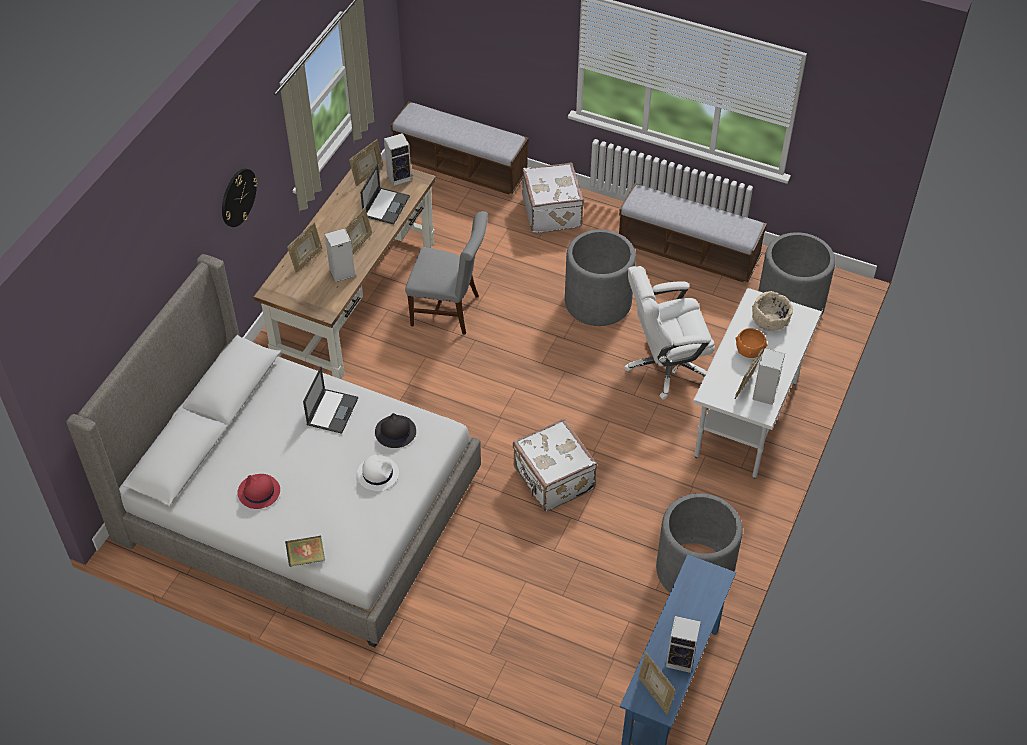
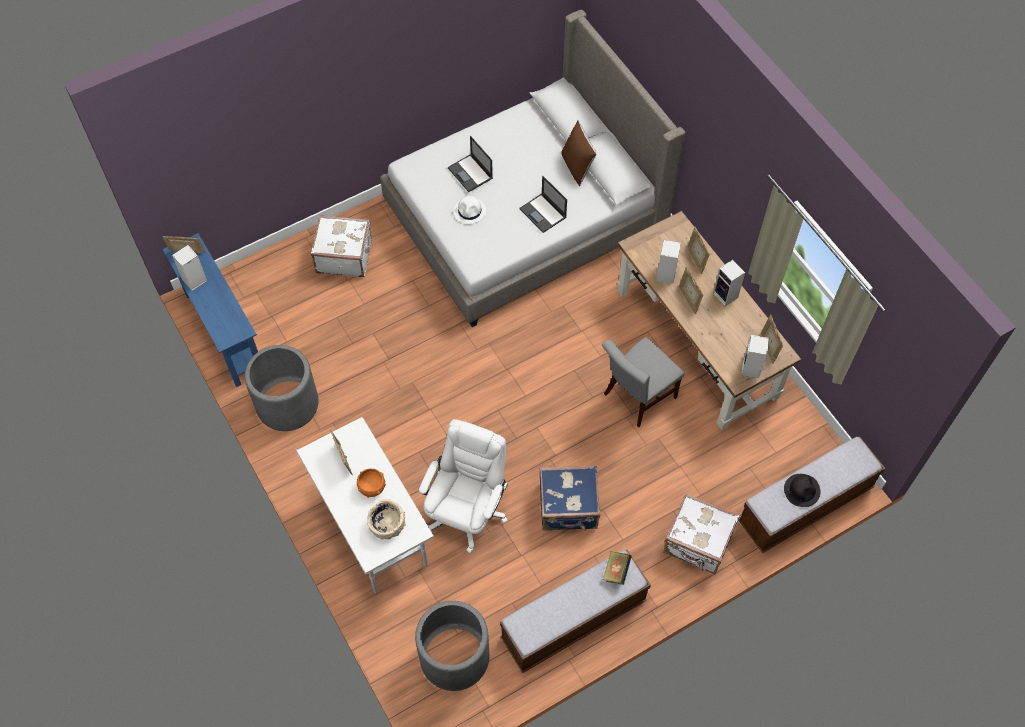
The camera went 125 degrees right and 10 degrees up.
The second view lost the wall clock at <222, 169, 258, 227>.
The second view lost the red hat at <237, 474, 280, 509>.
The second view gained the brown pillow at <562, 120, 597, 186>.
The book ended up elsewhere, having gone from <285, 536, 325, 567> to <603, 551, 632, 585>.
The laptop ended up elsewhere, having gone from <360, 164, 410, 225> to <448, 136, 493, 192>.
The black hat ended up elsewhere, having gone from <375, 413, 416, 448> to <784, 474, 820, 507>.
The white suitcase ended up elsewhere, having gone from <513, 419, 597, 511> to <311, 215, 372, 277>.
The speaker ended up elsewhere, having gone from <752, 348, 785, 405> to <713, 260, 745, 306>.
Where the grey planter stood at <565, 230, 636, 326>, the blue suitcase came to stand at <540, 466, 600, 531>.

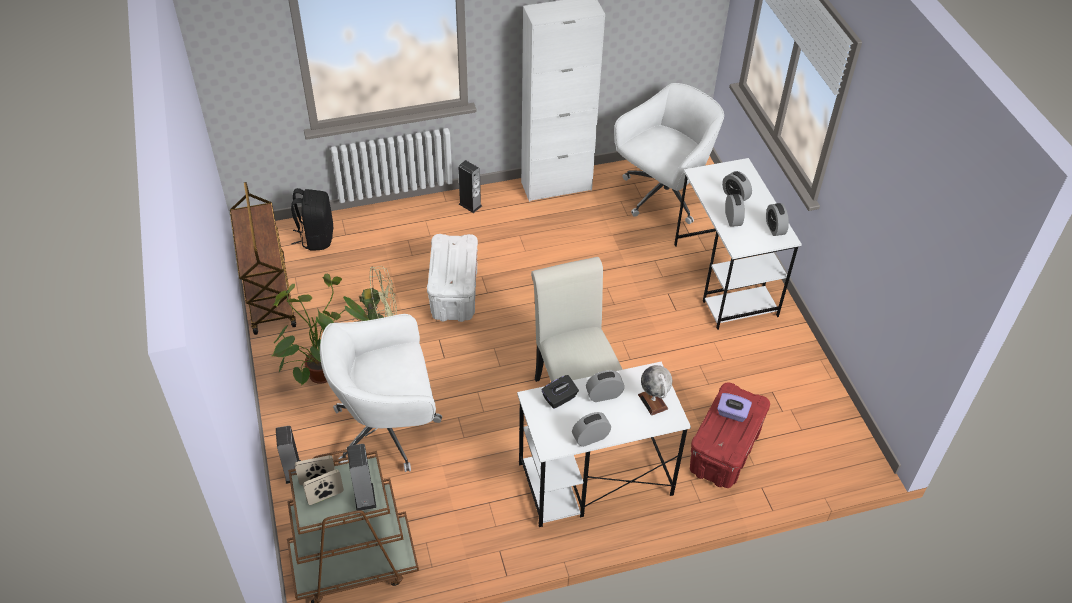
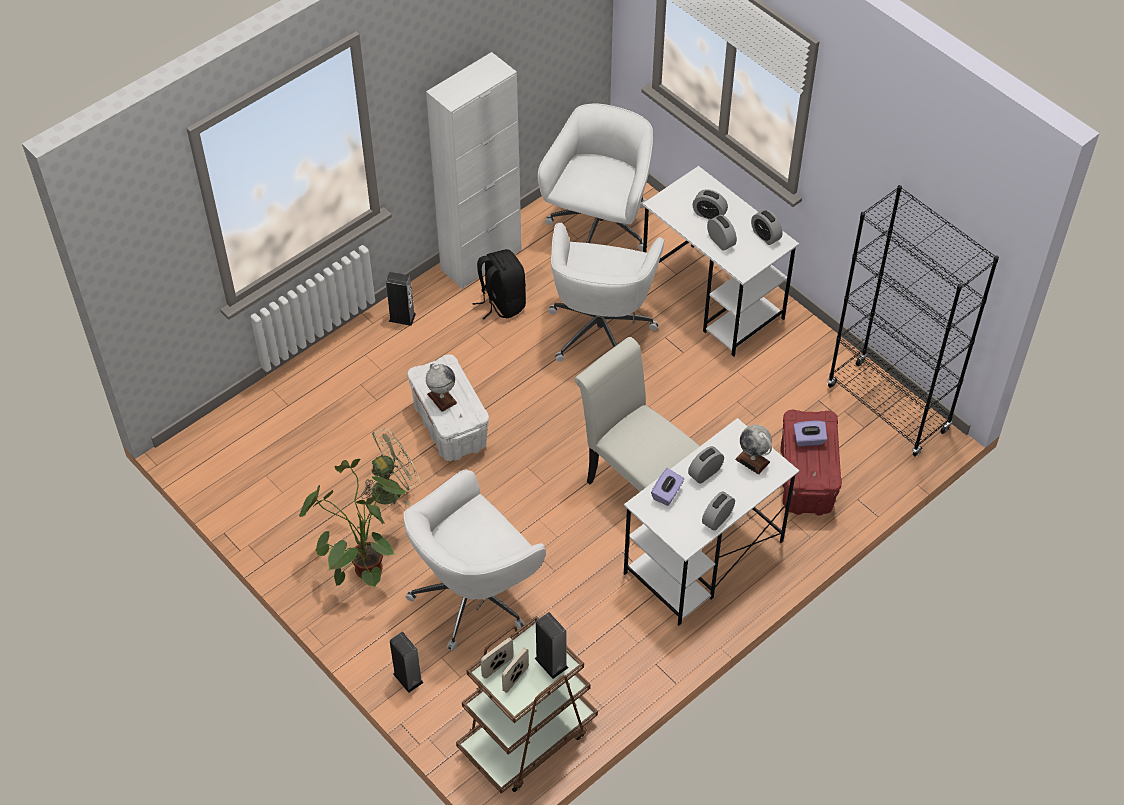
The camera went 25 degrees left and 5 degrees up.
The second view lost the brown cart at <230, 182, 296, 335>.
The second view gained the globe at <426, 363, 457, 412>.
The second view gained the white office chair at <548, 223, 664, 362>.
The second view gained the black bookcase at <827, 185, 999, 457>.
The black backpack ended up elsewhere, having gone from <291, 188, 334, 251> to <473, 249, 526, 320>.
What was the black tissue box at <542, 375, 579, 409> turned into the purple tissue box at <651, 468, 684, 506>.

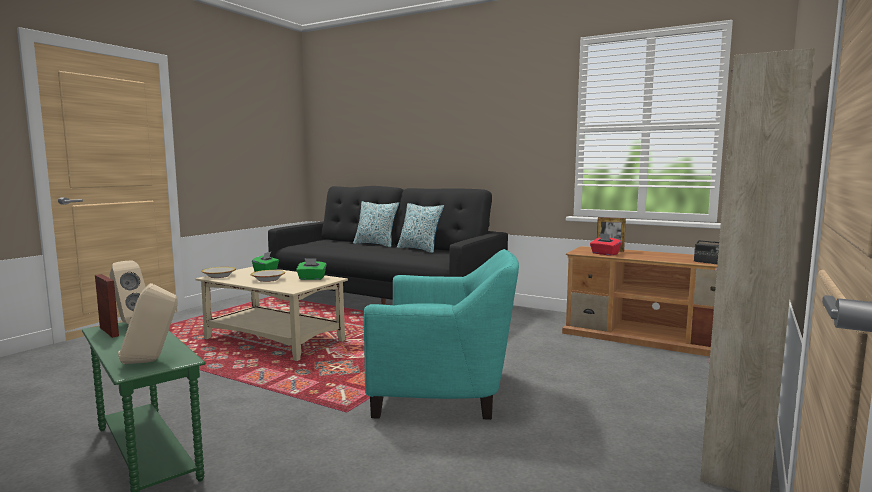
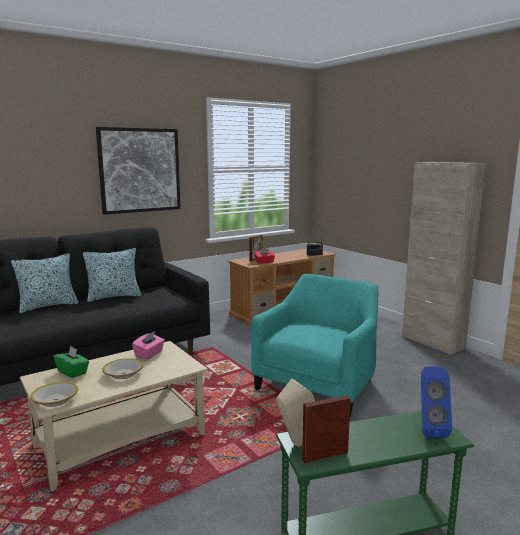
The camera went 65 degrees left and 5 degrees up.
The second view gained the picture at <96, 127, 181, 215>.
What was the beige speaker at <118, 283, 178, 364> turned into the blue speaker at <421, 366, 452, 438>.
What was the green tissue box at <296, 258, 327, 280> turned into the pink tissue box at <132, 331, 165, 360>.

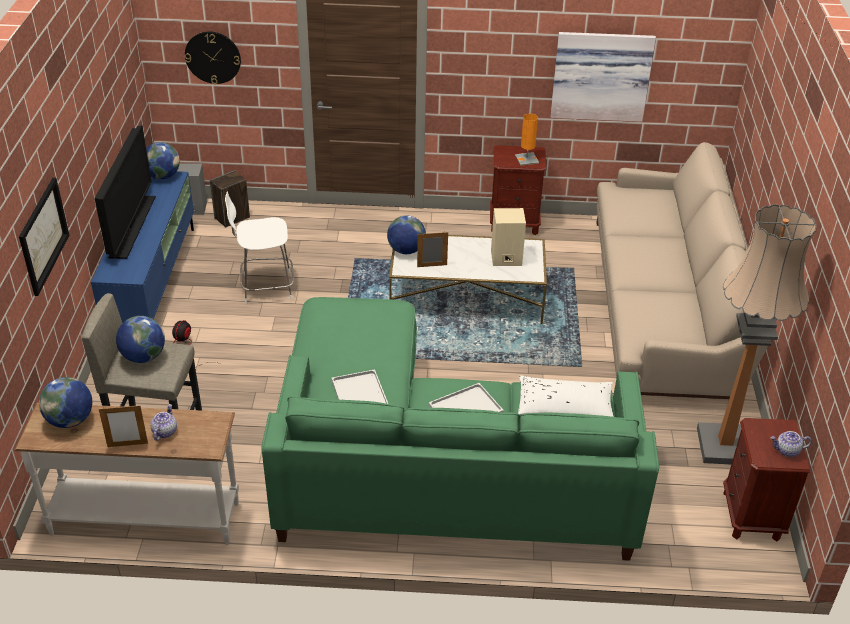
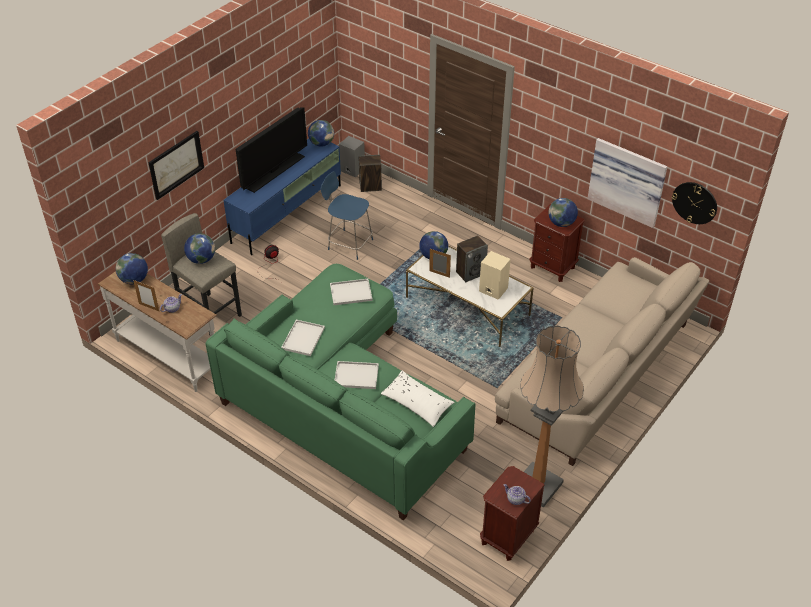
The camera went 35 degrees right and 5 degrees up.
The second view gained the white tray at <330, 279, 373, 305>.
The second view gained the speaker at <456, 235, 488, 282>.
The wall clock ended up elsewhere, having gone from <185, 32, 241, 84> to <672, 182, 717, 224>.
Where the orange table lamp stood at <515, 113, 539, 166>, the globe came to stand at <548, 198, 578, 227>.
What was the white stool at <225, 191, 294, 304> turned into the blue stool at <321, 171, 373, 260>.

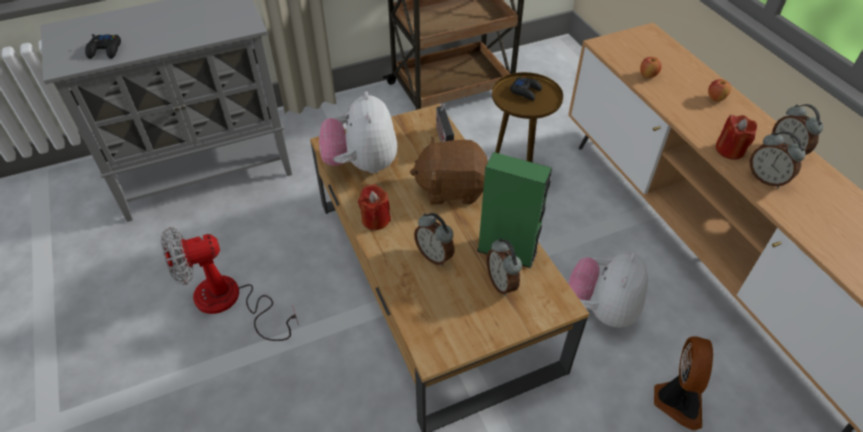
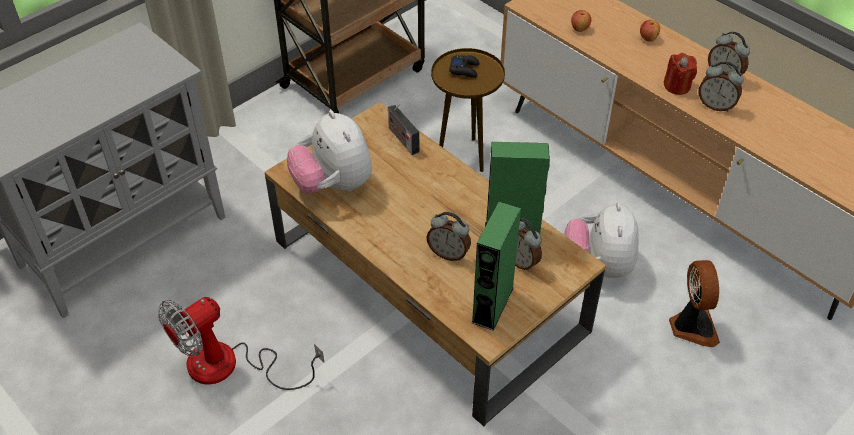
The camera went 20 degrees left and 0 degrees up.
The second view lost the black game controller at <85, 34, 121, 59>.
The second view lost the red candle at <358, 184, 391, 230>.
The second view lost the brown plush toy at <410, 136, 488, 205>.
The second view gained the green speaker at <472, 202, 521, 331>.

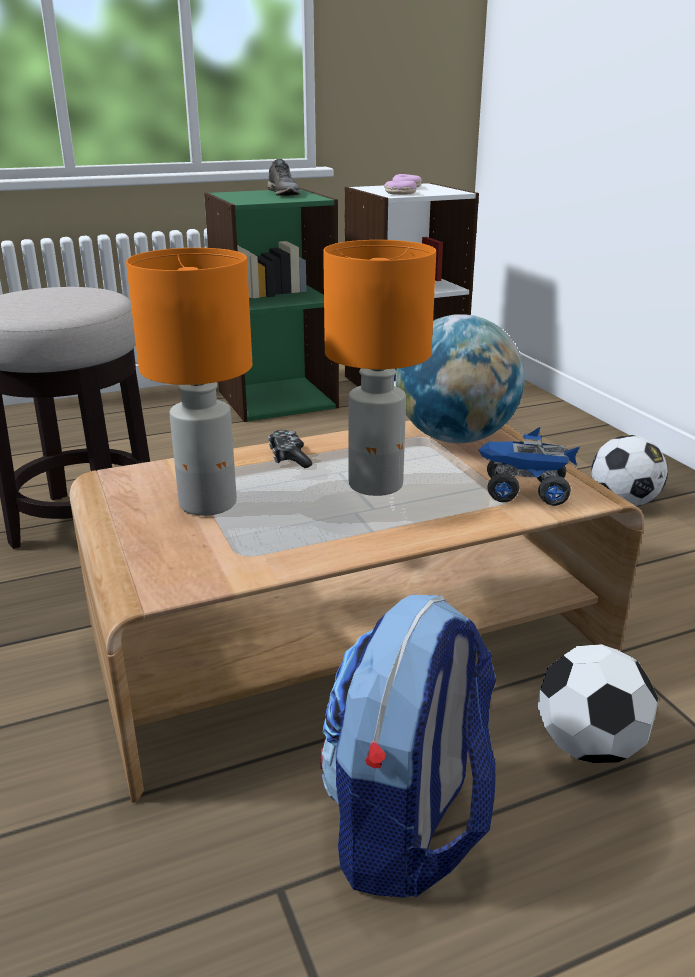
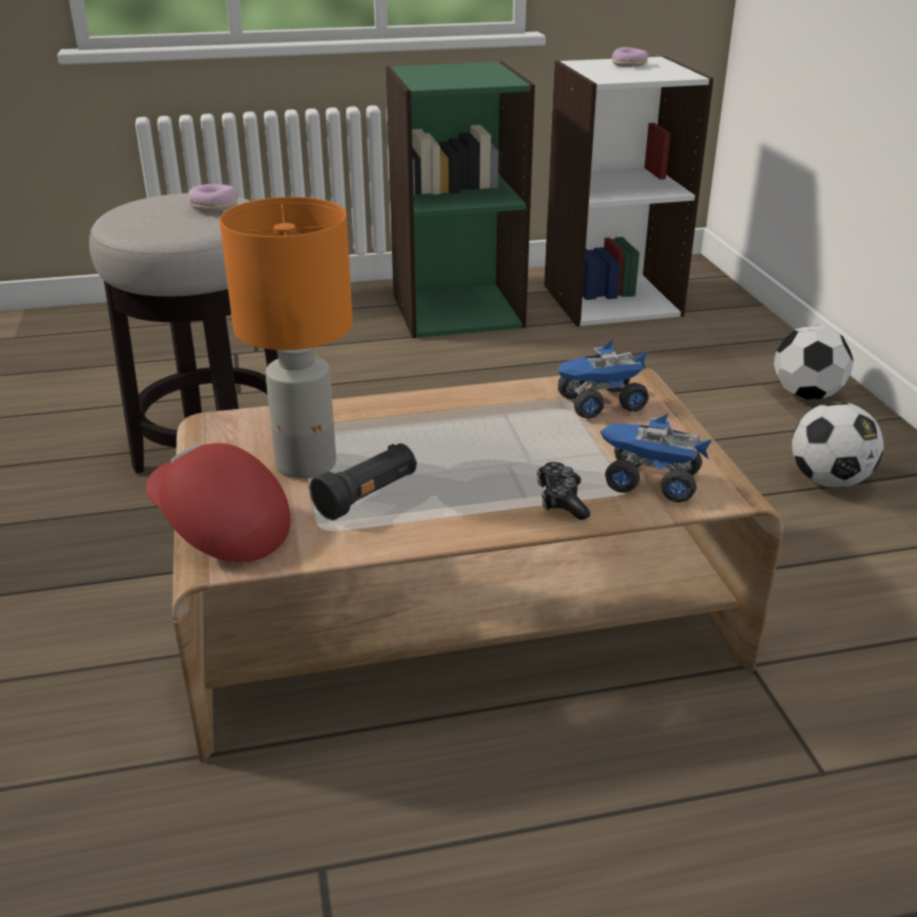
The camera went 10 degrees right and 5 degrees up.
The second view lost the grey shoe at <267, 159, 300, 196>.
The second view lost the backpack at <321, 595, 496, 898>.
The second view lost the orange table lamp at <323, 240, 436, 496>.
The second view gained the red cap at <146, 443, 291, 562>.
The second view gained the black flashlight at <310, 443, 417, 520>.
The game controller ended up elsewhere, having gone from <268, 430, 312, 468> to <537, 462, 590, 520>.
The donut ended up elsewhere, having gone from <384, 181, 417, 195> to <188, 184, 239, 211>.
The football ended up elsewhere, having gone from <538, 644, 659, 763> to <774, 325, 854, 400>.
Where the globe stood at <396, 314, 525, 443>, the toy truck came to stand at <558, 339, 649, 419>.

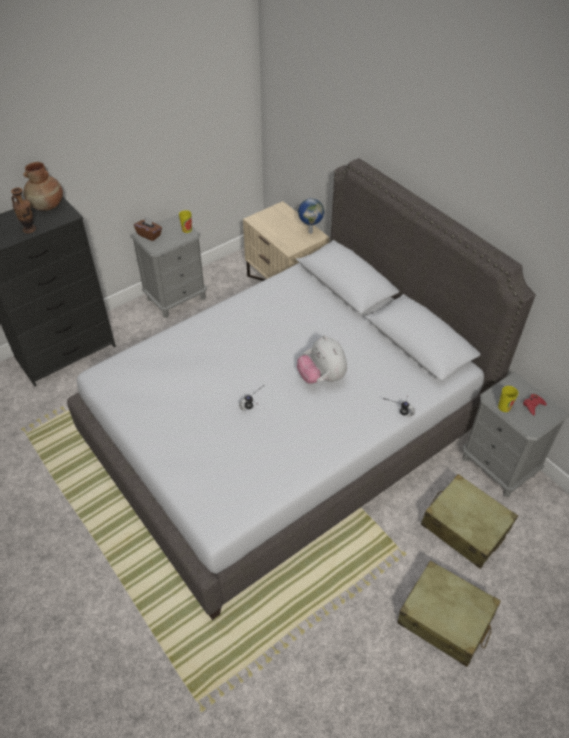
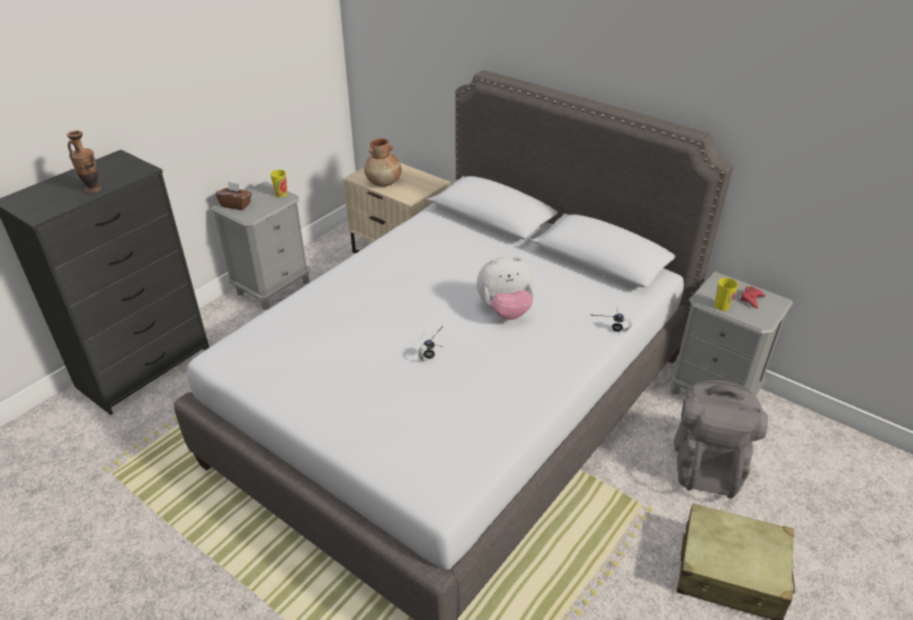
The camera went 15 degrees left and 10 degrees down.
The second view lost the globe at <298, 198, 324, 234>.
The brown vase ended up elsewhere, having gone from <23, 162, 63, 211> to <364, 138, 401, 187>.
Where the beige suitcase stood at <421, 474, 518, 569>, the grey backpack came to stand at <674, 380, 768, 499>.
The plush toy at <297, 336, 347, 384> ended up facing another way, 60 degrees counterclockwise from before.

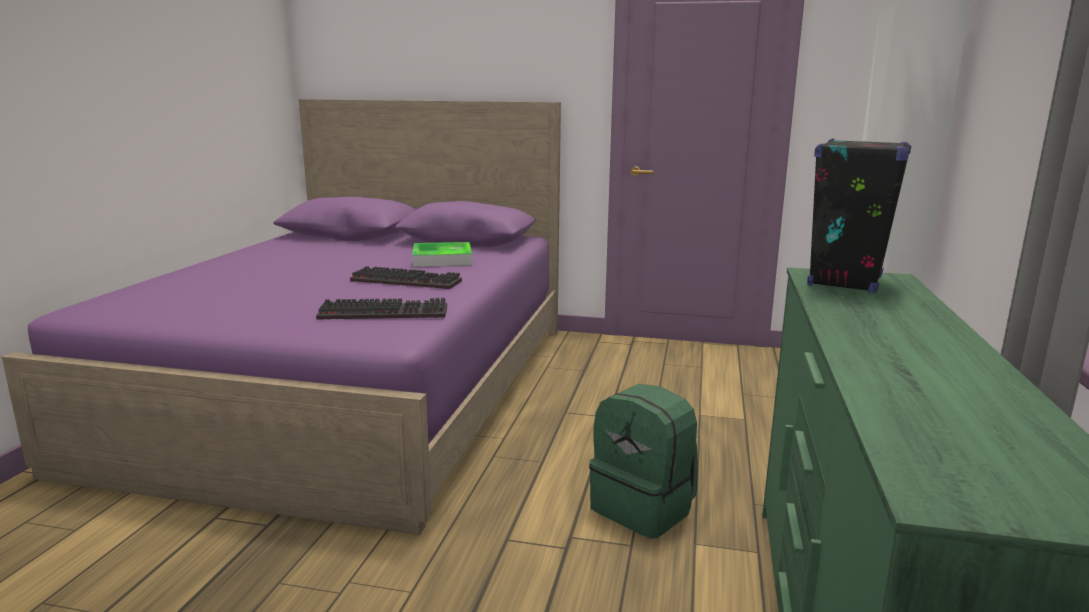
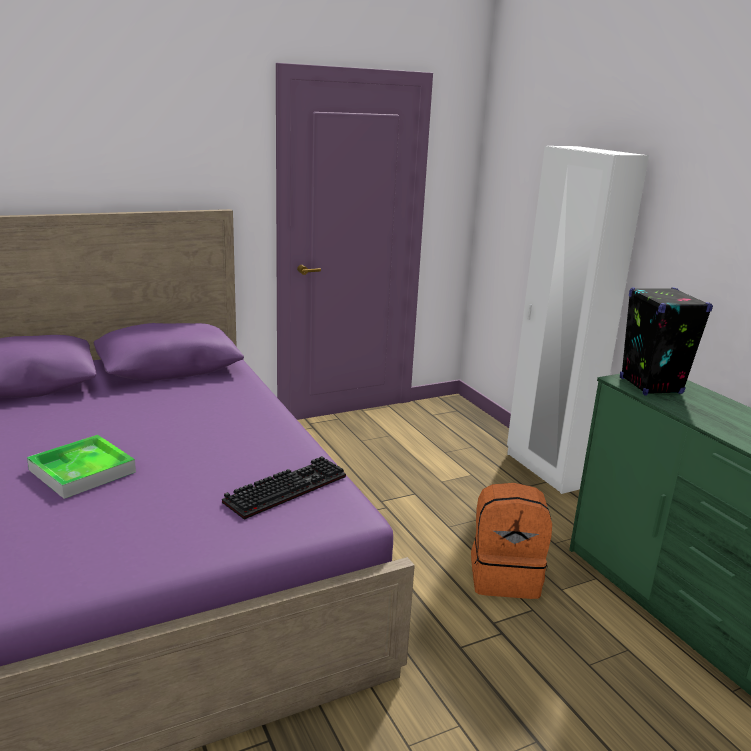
The camera went 40 degrees left and 5 degrees up.
The second view lost the keyboard at <350, 266, 462, 289>.
The tray ended up elsewhere, having gone from <413, 242, 472, 267> to <27, 435, 136, 499>.
What was the green backpack at <589, 384, 698, 539> turned into the orange backpack at <471, 483, 552, 599>.

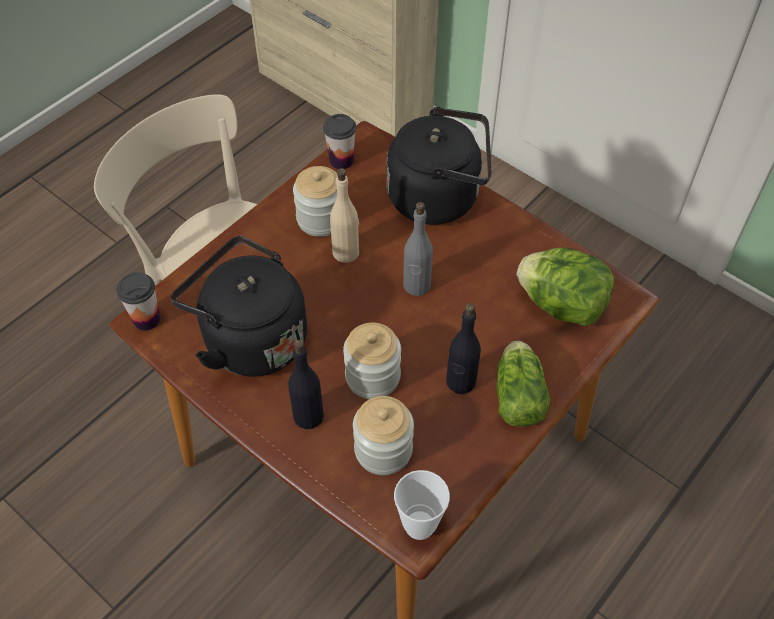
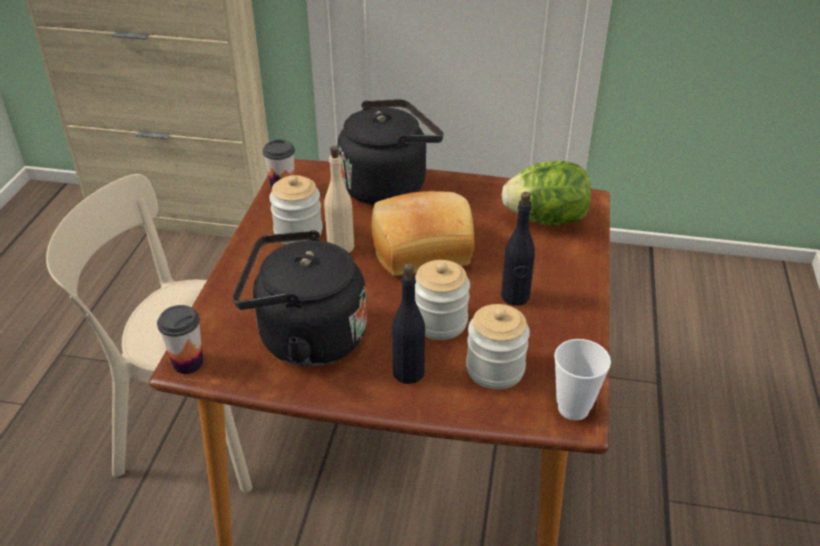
The camera went 30 degrees left and 15 degrees down.
The second view lost the lettuce at <497, 341, 550, 427>.
Where the grey bottle stood at <403, 202, 433, 296>, the bread came to stand at <372, 191, 474, 276>.

